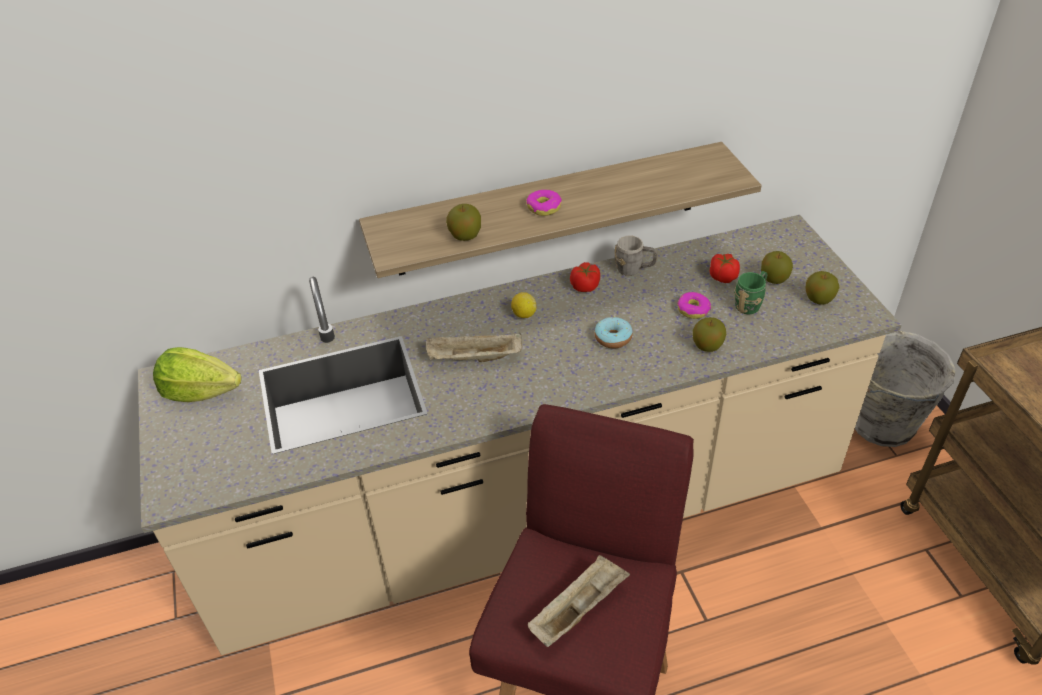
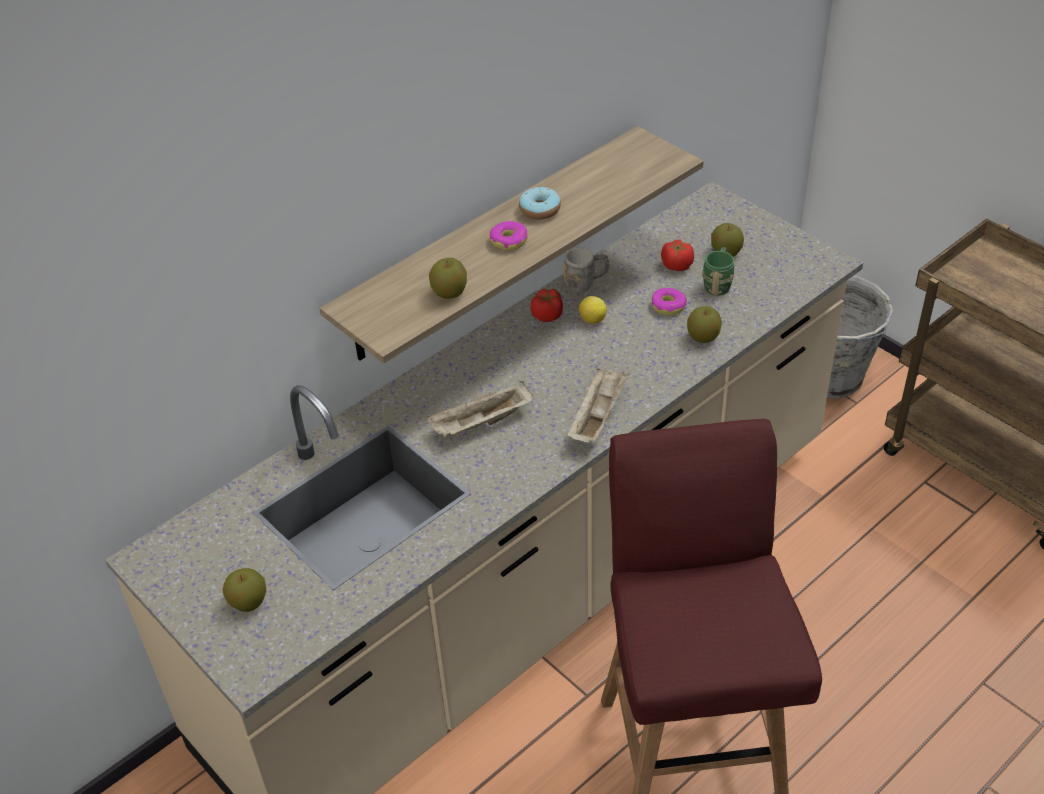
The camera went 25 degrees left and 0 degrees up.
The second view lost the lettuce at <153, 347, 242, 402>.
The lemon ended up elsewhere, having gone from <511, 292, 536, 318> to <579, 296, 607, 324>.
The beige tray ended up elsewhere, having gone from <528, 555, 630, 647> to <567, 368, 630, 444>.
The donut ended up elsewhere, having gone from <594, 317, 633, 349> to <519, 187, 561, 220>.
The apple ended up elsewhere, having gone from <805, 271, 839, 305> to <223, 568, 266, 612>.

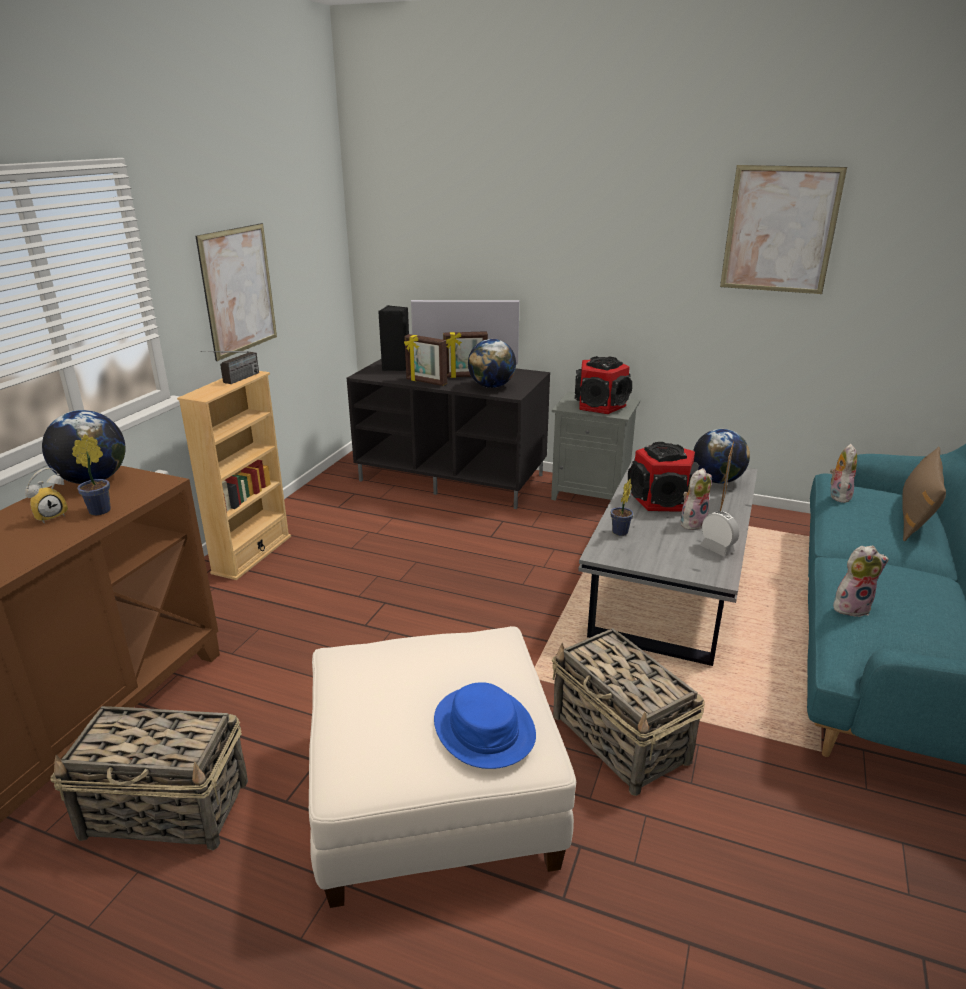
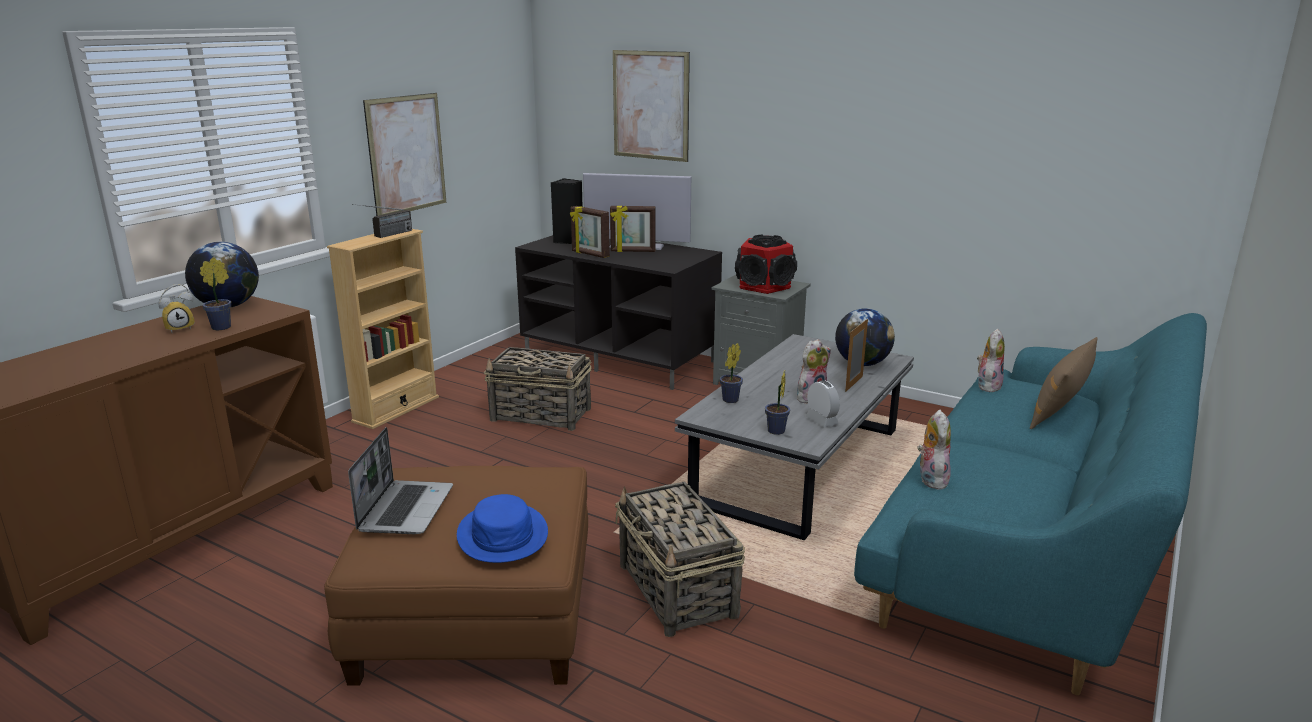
The camera went 10 degrees right and 5 degrees down.
The second view lost the globe at <468, 339, 516, 388>.
The second view lost the speaker at <628, 442, 699, 512>.
The second view gained the laptop at <348, 427, 453, 534>.
The second view gained the potted plant at <765, 371, 790, 435>.
The basket ended up elsewhere, having gone from <50, 706, 248, 850> to <484, 347, 592, 431>.
The picture ended up elsewhere, having gone from <720, 165, 847, 294> to <613, 50, 690, 162>.
What was the white ottoman at <309, 626, 576, 908> turned into the brown ottoman at <324, 466, 588, 686>.
The plush toy at <833, 546, 889, 617> ended up facing another way, 90 degrees counterclockwise from before.

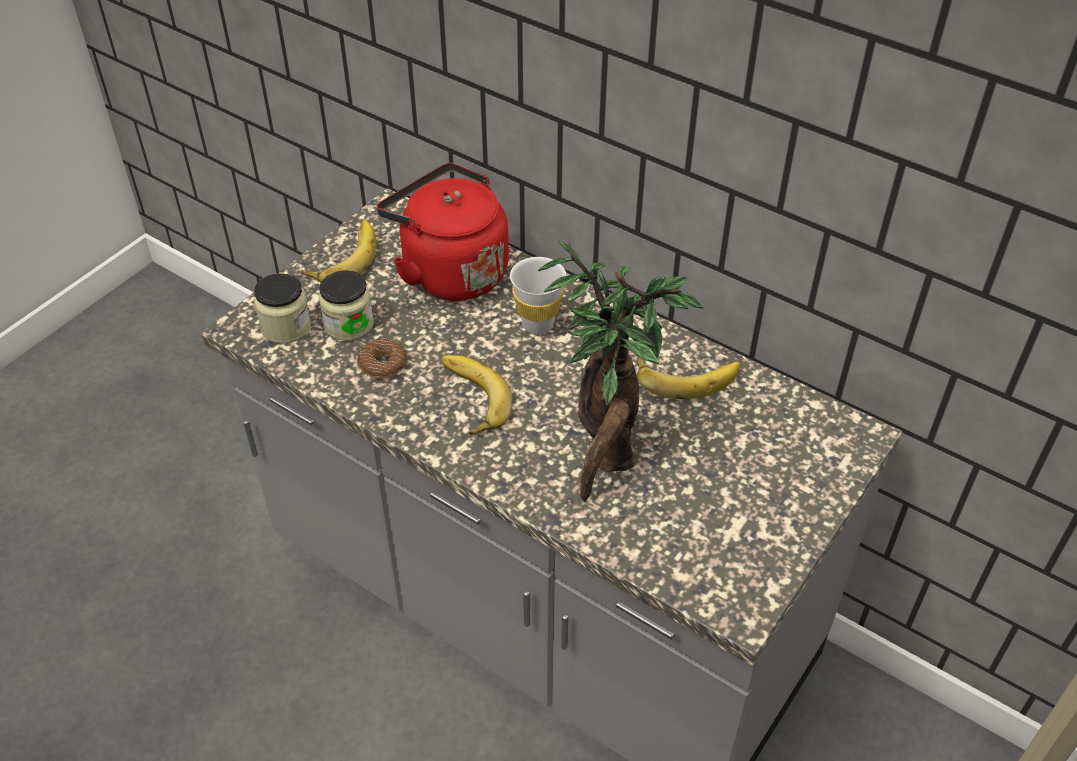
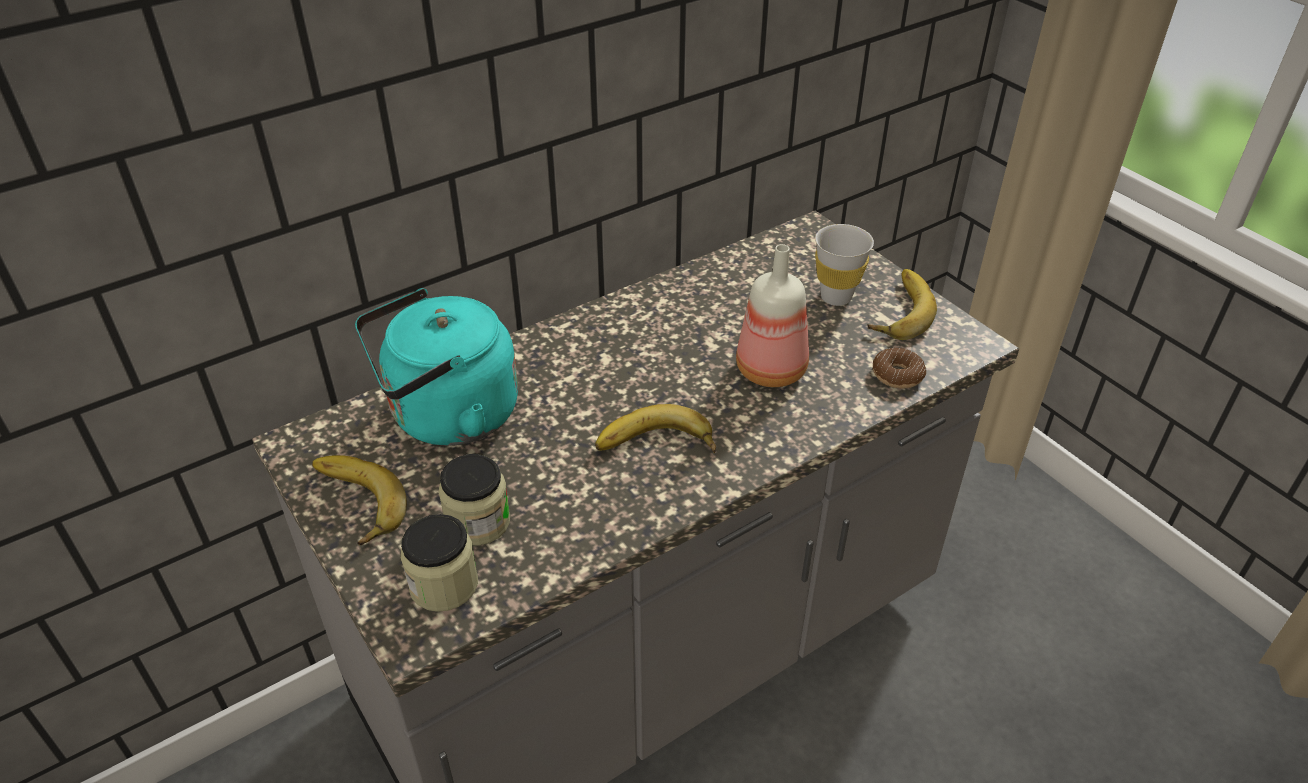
The camera went 70 degrees left and 5 degrees down.
The donut ended up elsewhere, having gone from <357, 338, 407, 379> to <873, 348, 926, 388>.
The white cup ended up elsewhere, having gone from <510, 257, 566, 335> to <815, 224, 874, 306>.
The banana ended up elsewhere, having gone from <637, 356, 740, 399> to <868, 269, 937, 340>.
Where the potted plant stood at <538, 241, 703, 502>, the bottle came to stand at <736, 244, 809, 387>.
What was the red kettle at <377, 163, 509, 301> turned into the turquoise kettle at <355, 288, 518, 446>.

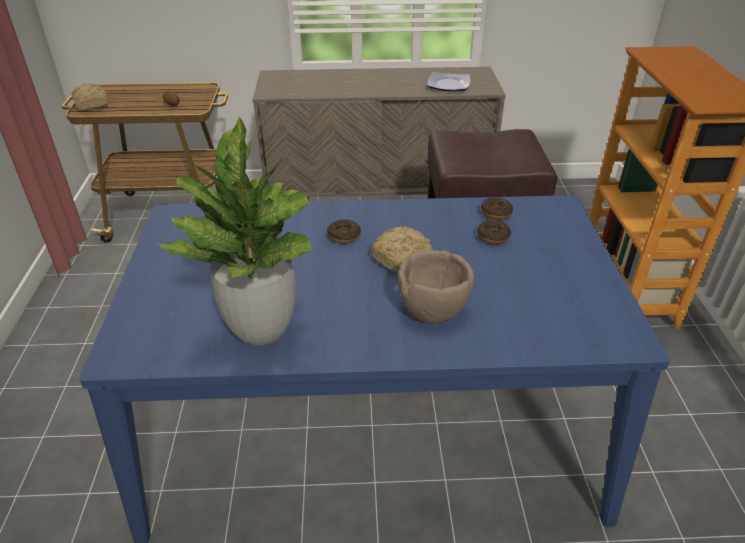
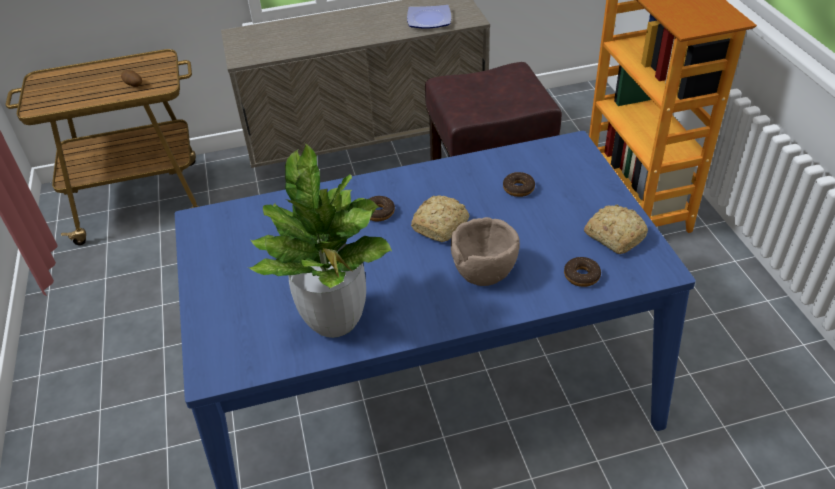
The camera went 10 degrees left and 5 degrees up.
The bread ended up elsewhere, having gone from <71, 83, 108, 110> to <584, 205, 648, 254>.
The donut ended up elsewhere, having gone from <481, 197, 513, 220> to <564, 257, 601, 287>.

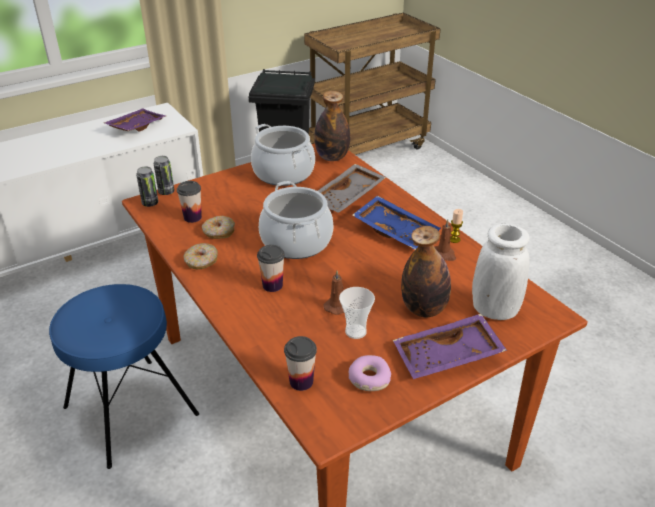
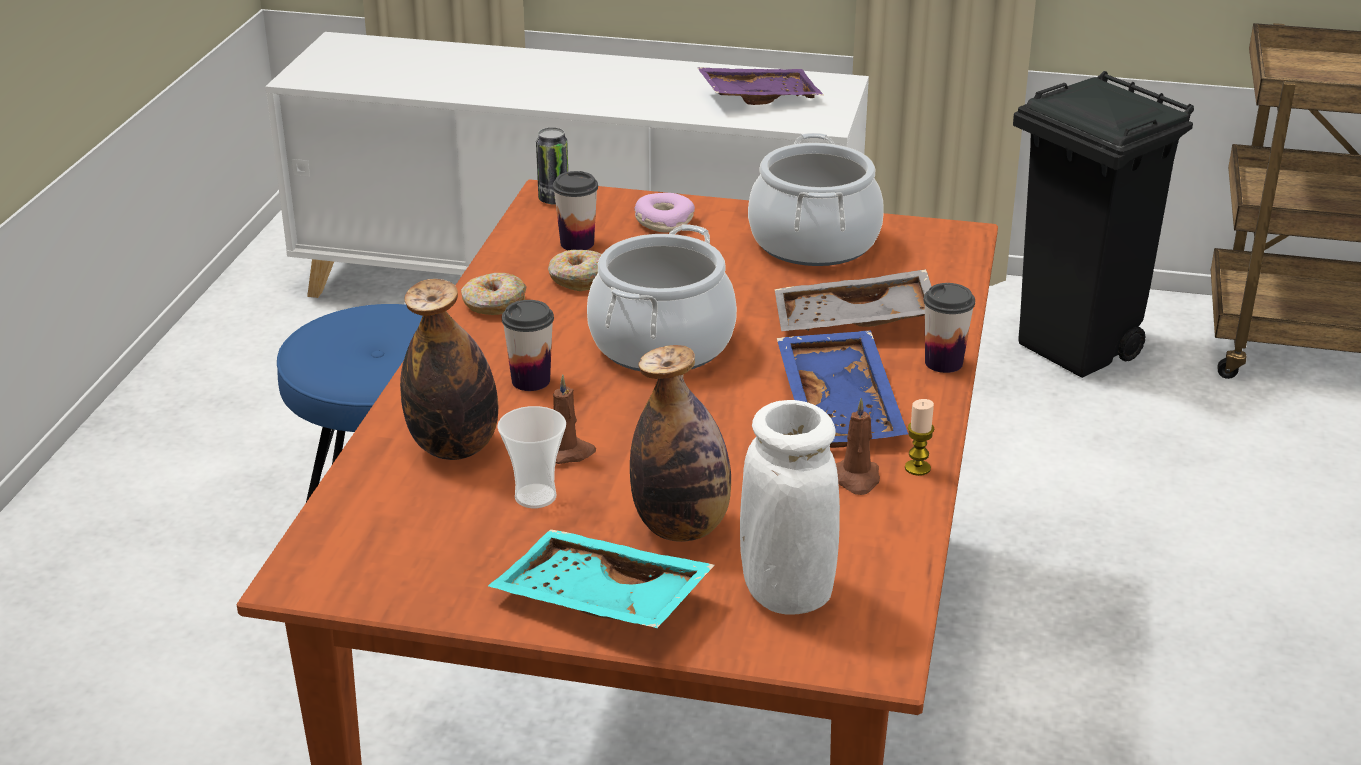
The camera went 45 degrees right and 5 degrees down.
The second view lost the can at <153, 156, 174, 195>.
The cup ended up elsewhere, having gone from <284, 336, 317, 391> to <923, 283, 975, 373>.
The bottle ended up elsewhere, having gone from <314, 91, 350, 161> to <400, 279, 498, 460>.
The donut ended up elsewhere, having gone from <349, 355, 391, 391> to <634, 193, 695, 232>.
What was the purple tray at <393, 314, 507, 379> turned into the turquoise tray at <488, 529, 715, 628>.

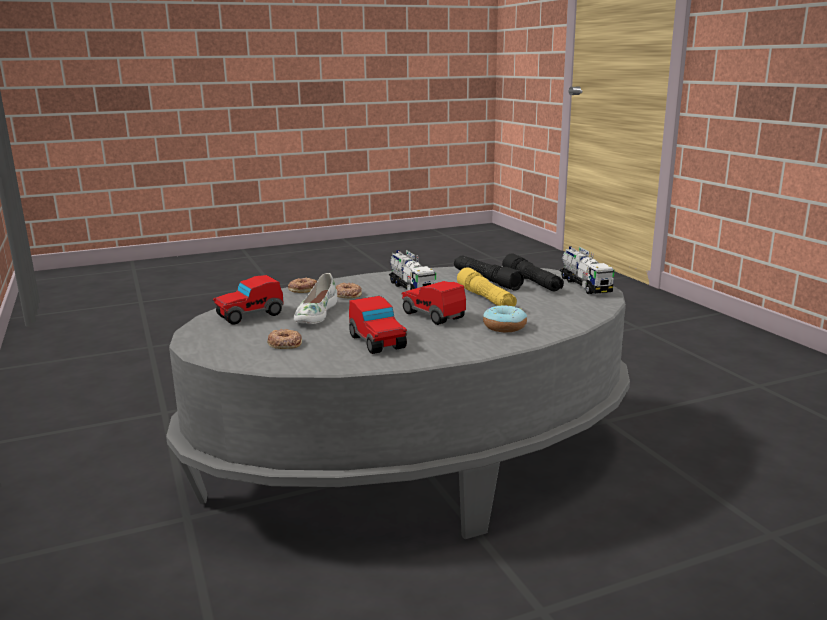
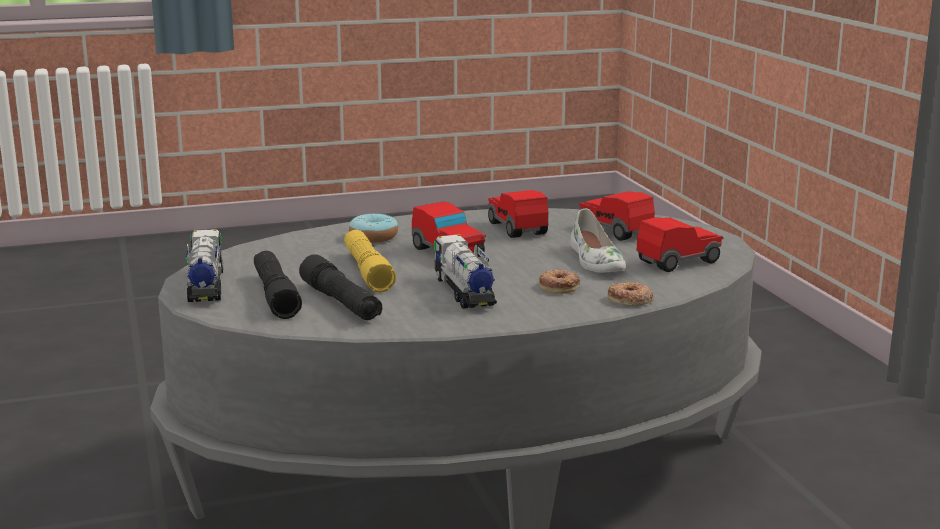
The camera went 175 degrees left and 0 degrees up.
Where the donut stood at <267, 329, 302, 349>, the toy car came to stand at <579, 191, 655, 241>.
The white shoe at <294, 273, 337, 324> ended up facing another way, 150 degrees clockwise from before.

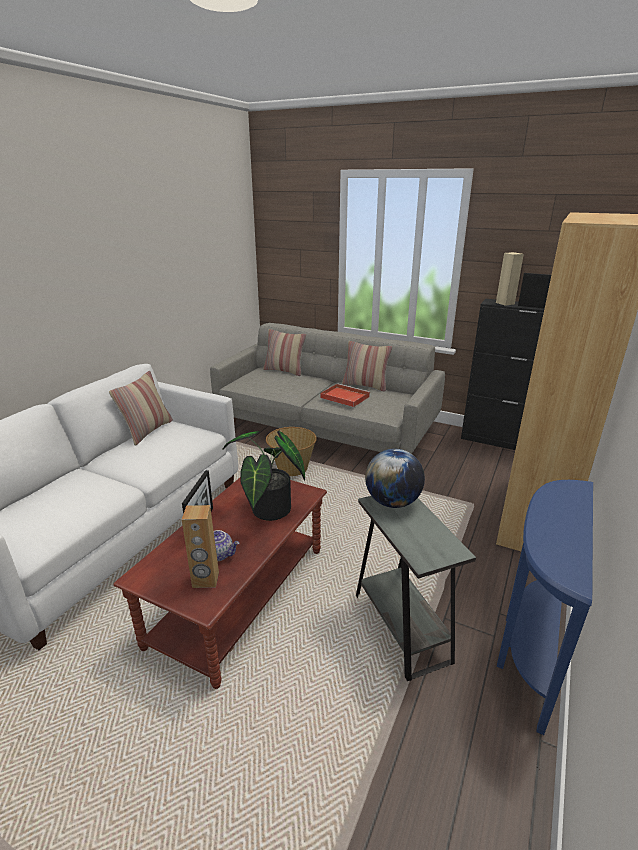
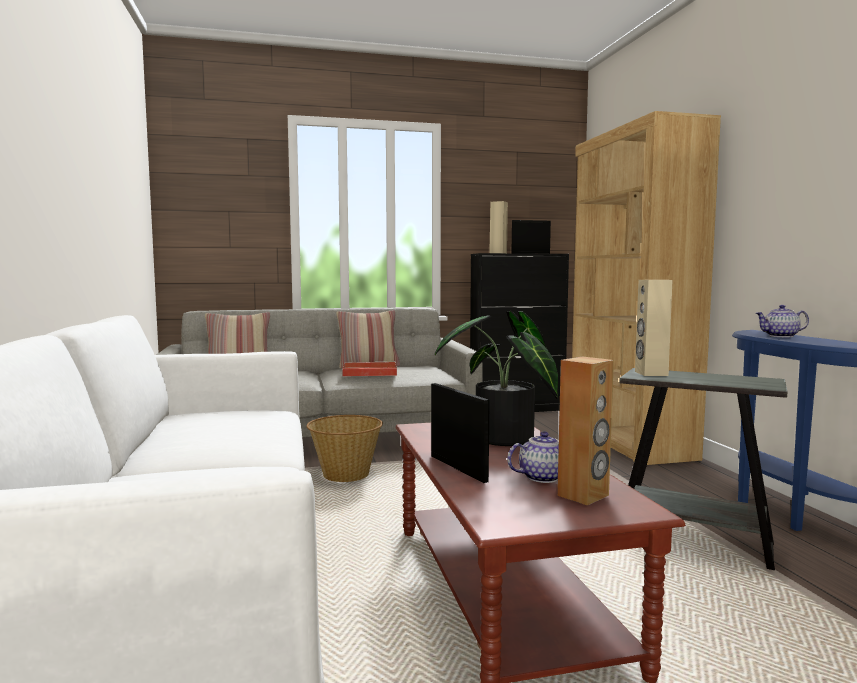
The camera went 40 degrees left and 20 degrees down.
The second view lost the pillow at <109, 371, 173, 446>.
The second view gained the teapot at <755, 305, 809, 337>.
Where the globe stood at <365, 449, 425, 508>, the beige speaker came to stand at <635, 280, 673, 376>.

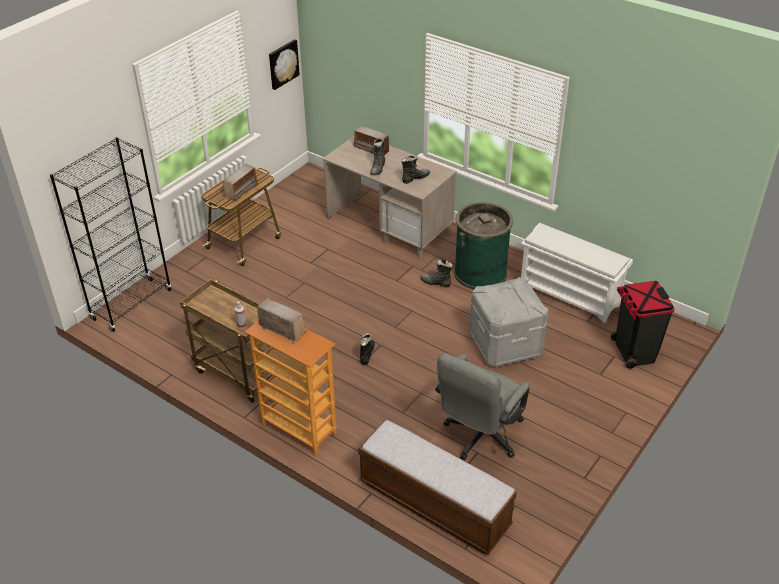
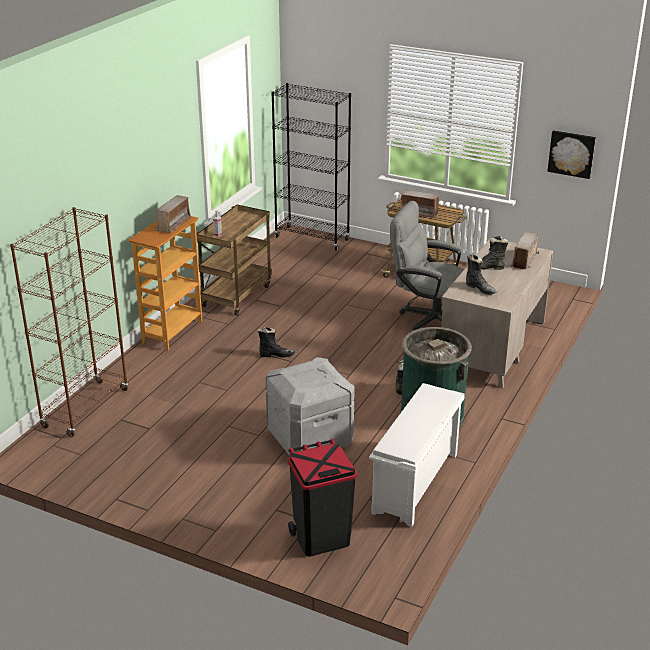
The camera went 80 degrees right and 10 degrees down.
The grey office chair ended up elsewhere, having gone from <435, 353, 530, 461> to <390, 201, 464, 332>.
Where the bench stood at <358, 420, 517, 555>, the brown bookcase came to stand at <10, 207, 128, 437>.

